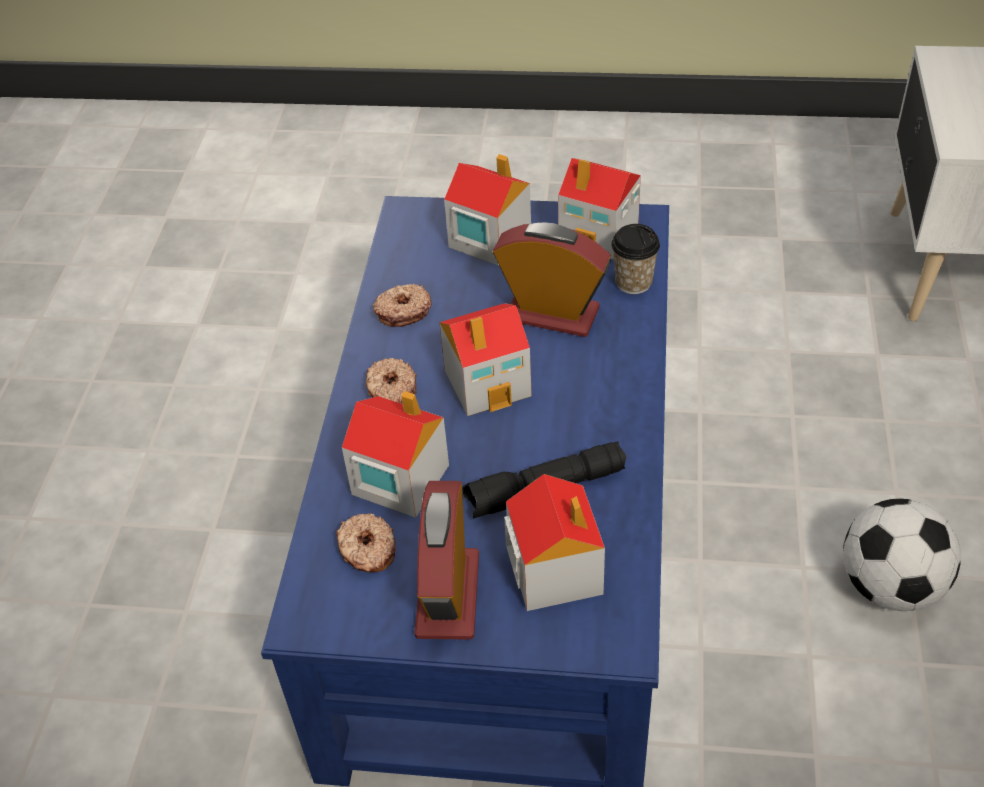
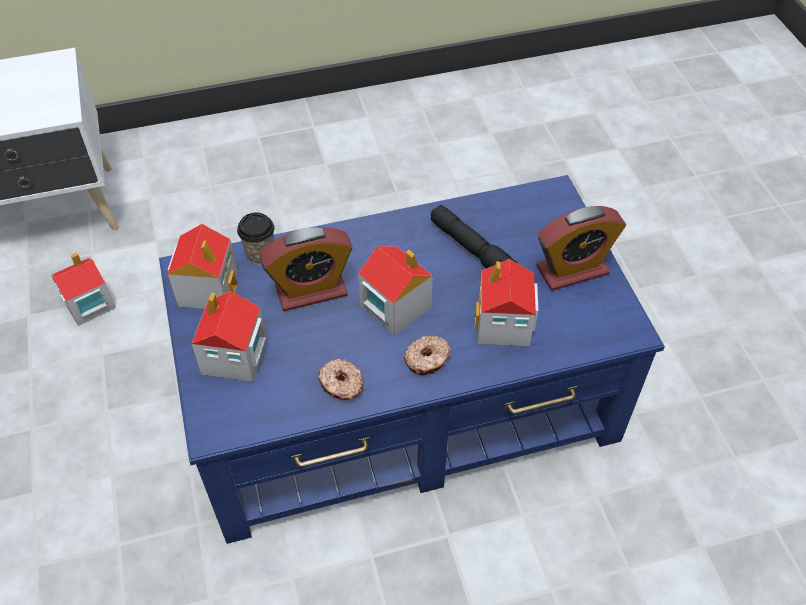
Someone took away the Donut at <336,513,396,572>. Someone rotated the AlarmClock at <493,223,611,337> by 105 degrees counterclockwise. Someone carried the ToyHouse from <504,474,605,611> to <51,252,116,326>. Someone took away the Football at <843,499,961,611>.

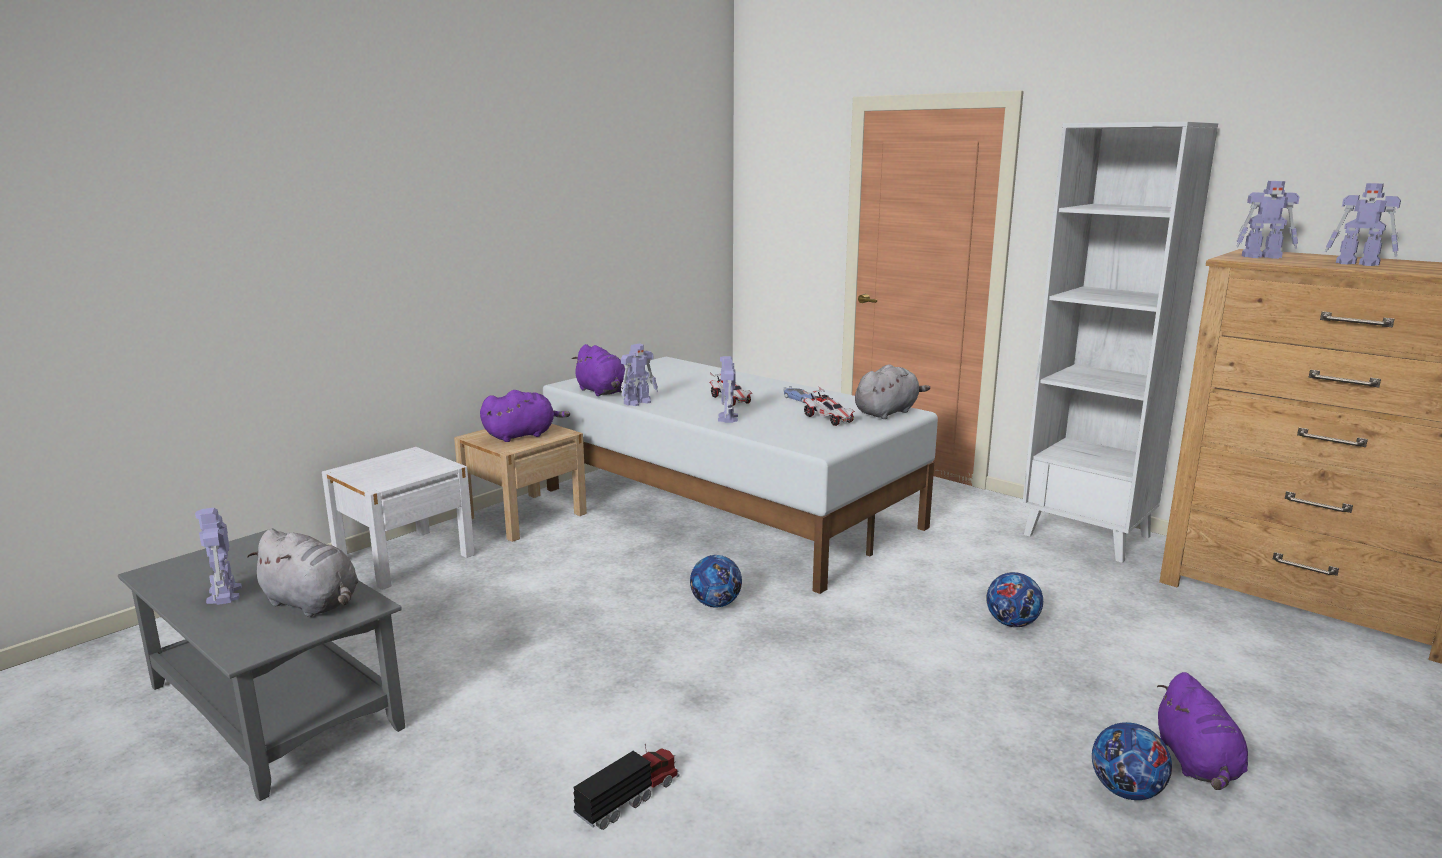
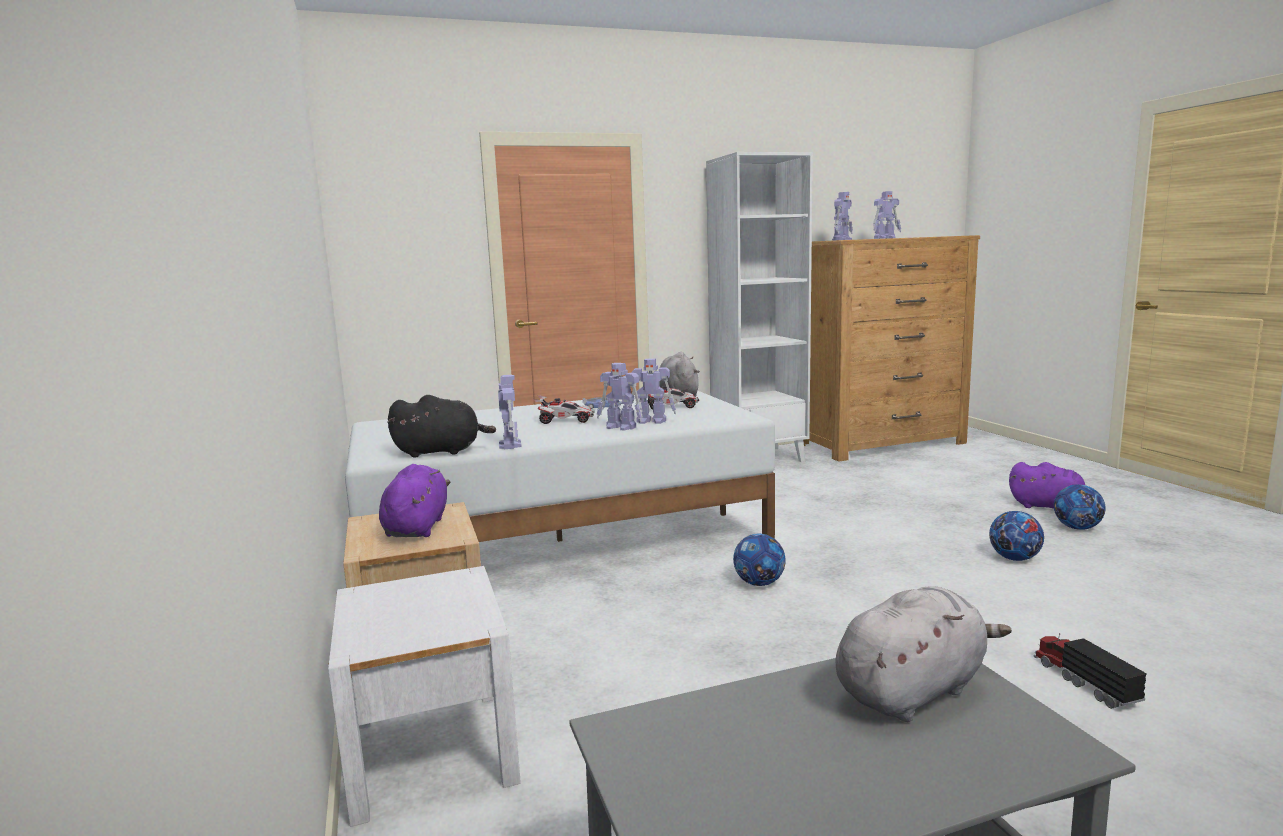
Someone carried the ToyRobot from <195,508,242,605> to <628,358,676,424>. Someone repainted the PurplePlushToy at <572,344,625,396>, which became the BlackPlushToy at <387,395,496,458>. Someone carried the Football from <986,572,1043,627> to <989,511,1044,561>.

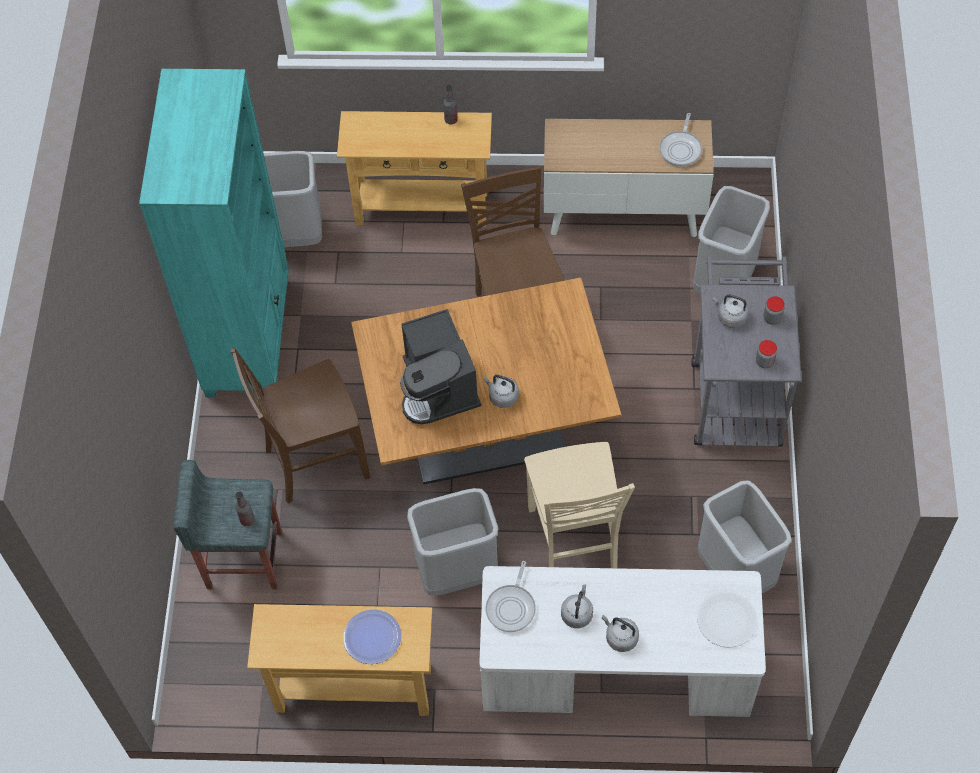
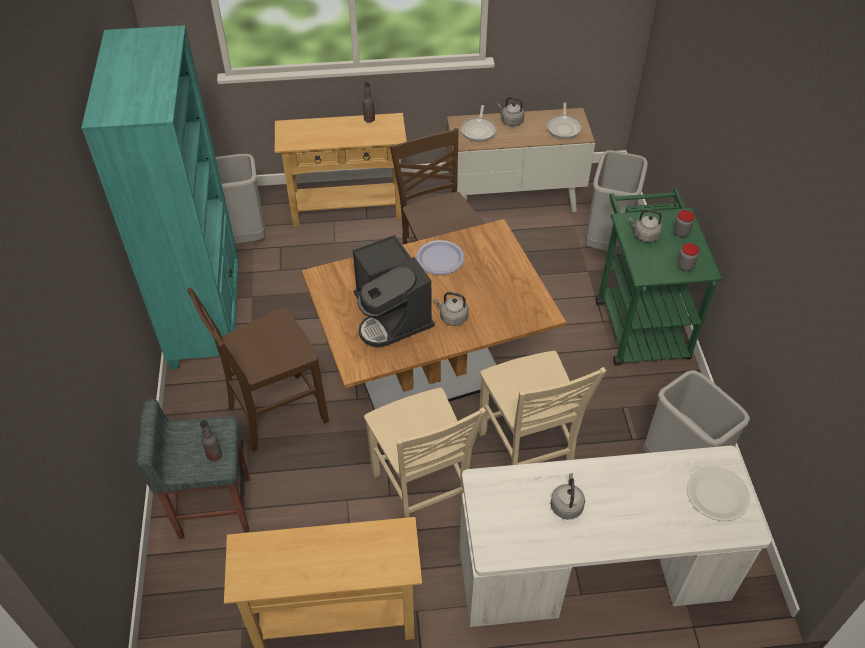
Someone carried the Plate from <343,609,401,664> to <416,240,465,275>. Someone swapped the GreyTrashCan at <407,488,499,596> for the BeigeChair at <364,388,486,518>. Someone carried the FryingPan from <485,561,536,632> to <461,105,497,142>. Someone carried the GreyKettle from <602,615,639,652> to <497,97,525,126>. Someone repainted the GreyCart at <691,256,802,447>, which became the GreenCart at <596,189,722,365>.

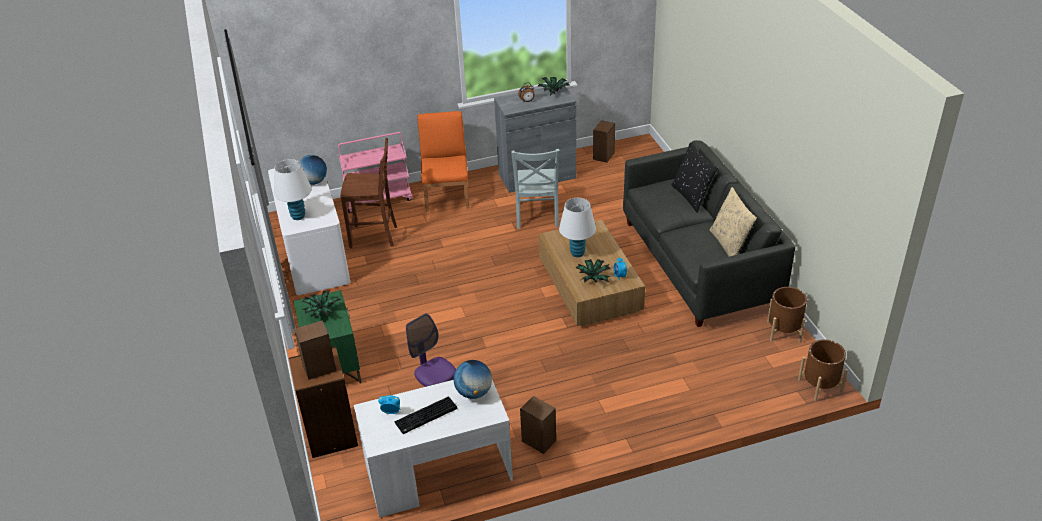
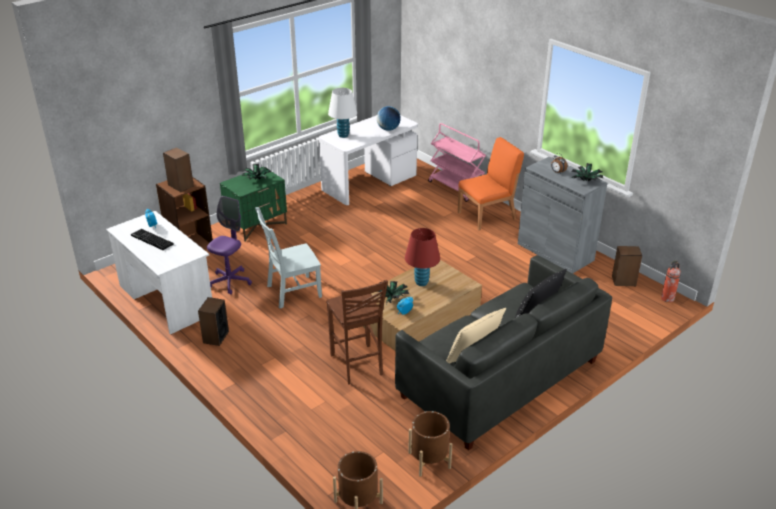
Someone carried the BrownChair from <341,138,397,248> to <326,280,388,385>. Someone took away the Globe at <453,360,492,399>. Someone carried the GreyChair from <511,149,560,229> to <255,207,322,309>. Someone repainted the WhiteTableLamp at <559,198,596,257>, which became the RedTableLamp at <405,228,440,286>. Someone put down the FireExtinguisher at <661,261,681,303>.

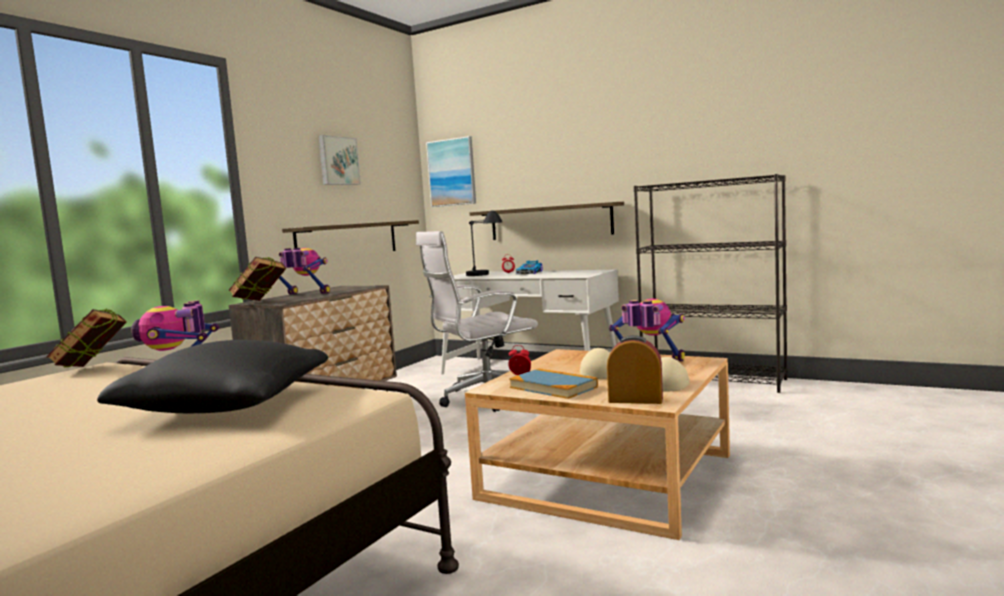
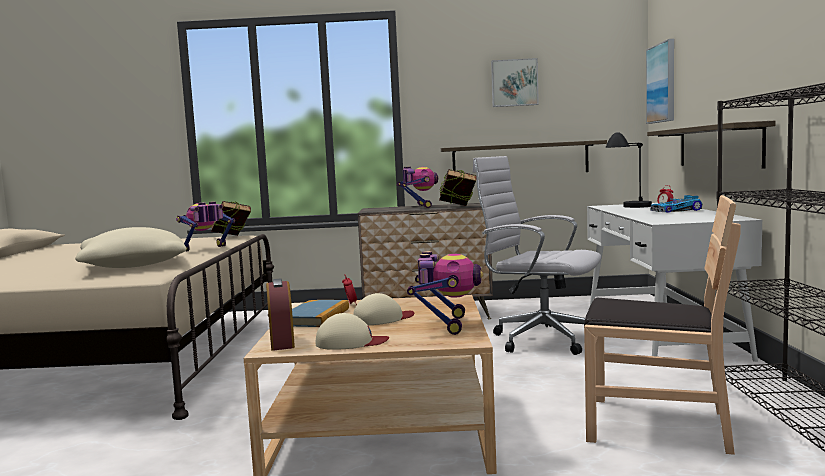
Someone repainted the BlackPillow at <97,340,328,413>, which became the BeigePillow at <75,227,186,268>. Someone carried the Book from <228,257,286,301> to <439,169,477,206>. Someone put down the BrownChair at <584,195,741,455>.

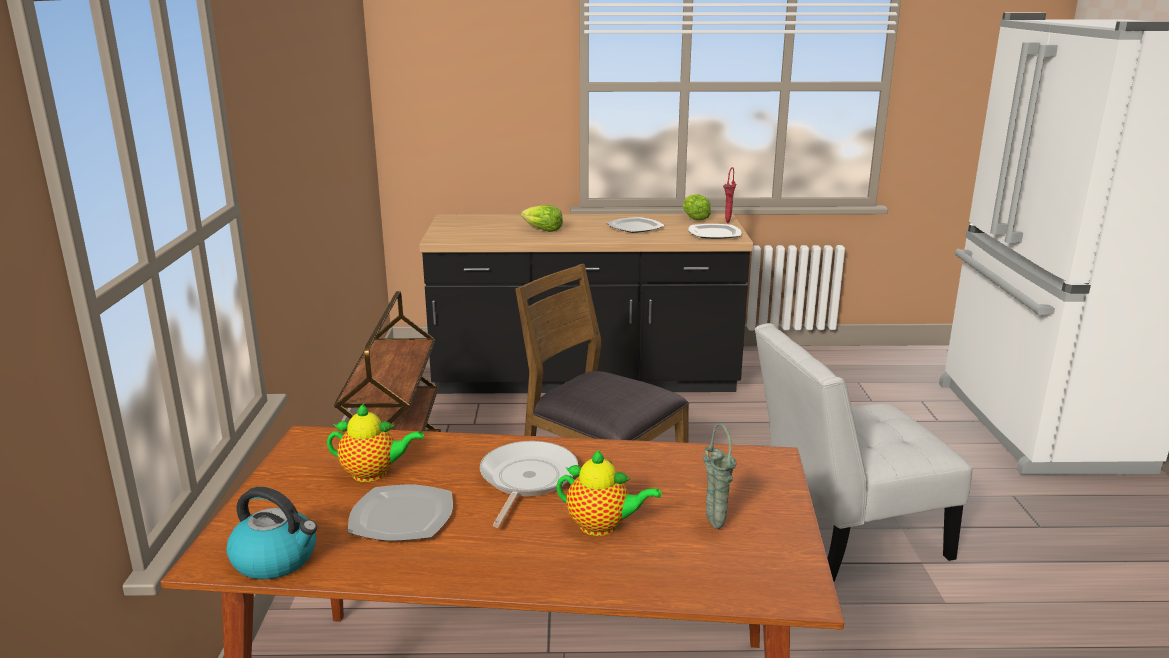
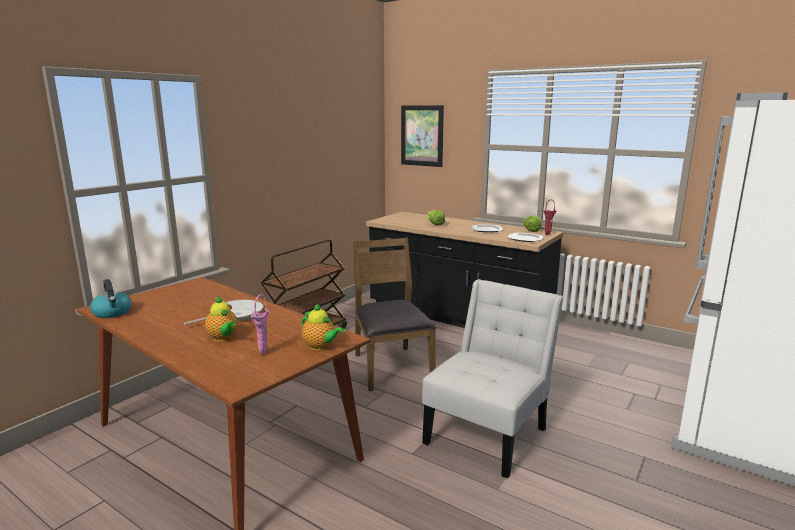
Someone carried the Teapot from <327,404,424,482> to <301,304,345,351>. Someone took away the Plate at <348,485,453,541>. Someone repainted the GreenVase at <702,423,737,529>, which became the PinkVase at <251,294,269,355>. Someone rotated the WhiteChair at <755,323,972,582> by 105 degrees clockwise. Someone put up the Picture at <401,105,444,167>.

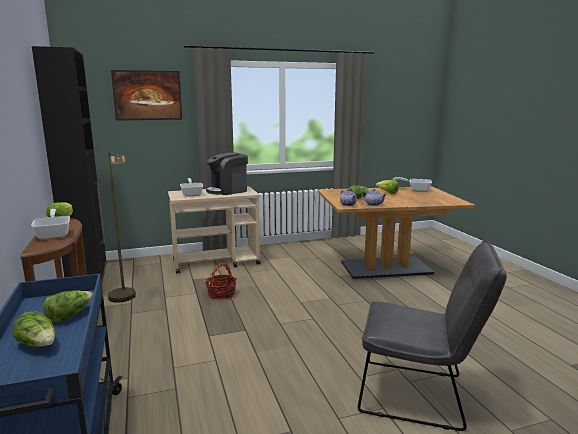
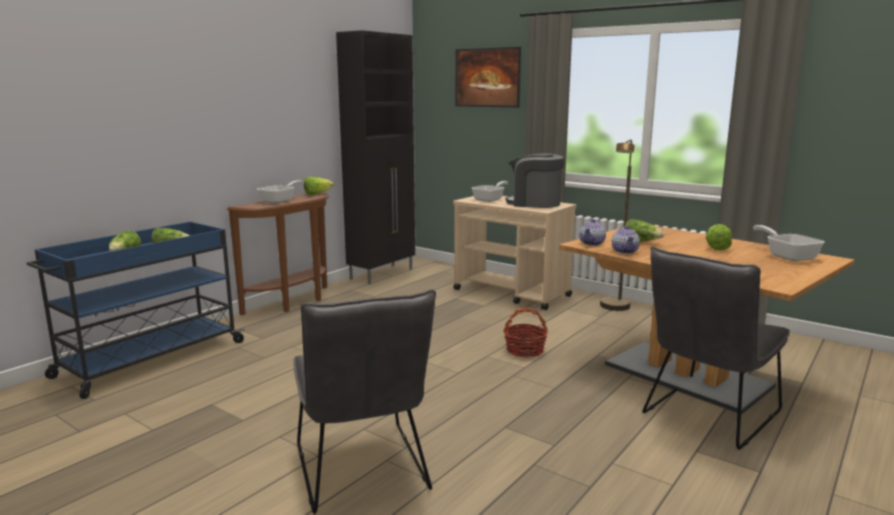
Someone carried the BrownFloorLamp from <108,151,136,303> to <600,140,635,311>. Someone carried the Basket from <205,263,237,300> to <503,307,548,358>. Someone put down the GreyChair at <642,247,790,450>.

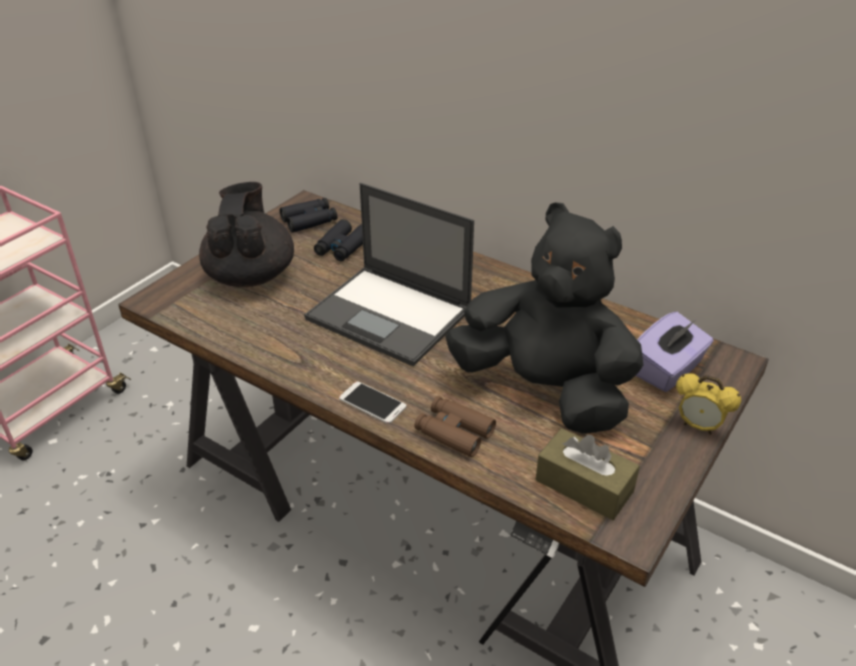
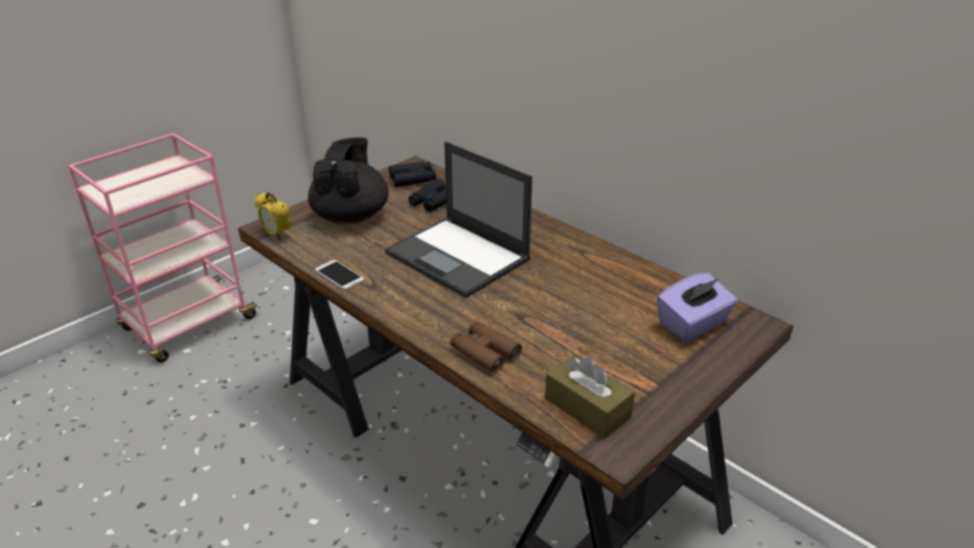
Someone carried the Phone from <339,381,406,424> to <315,260,364,290>. Someone took away the BlackPlushToy at <445,202,643,434>. Someone carried the AlarmClock from <676,373,741,435> to <255,192,291,240>.

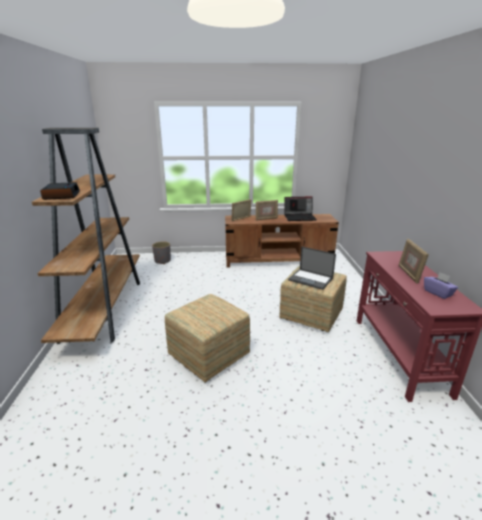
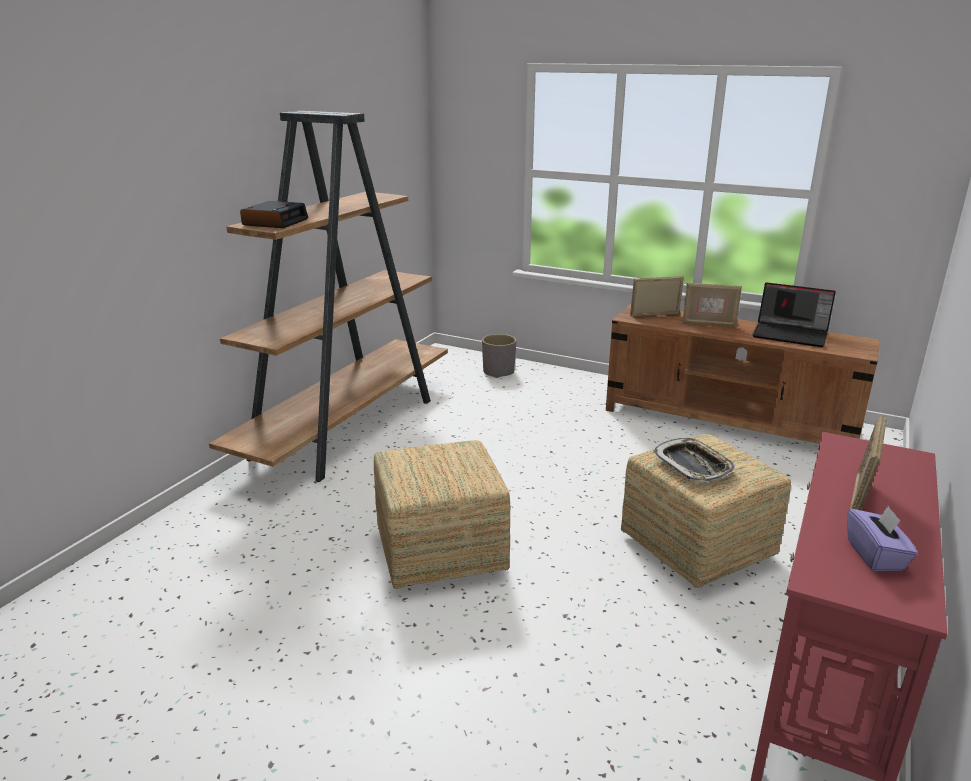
Someone swapped the Laptop at <288,246,336,290> for the Tray at <653,438,736,483>.

